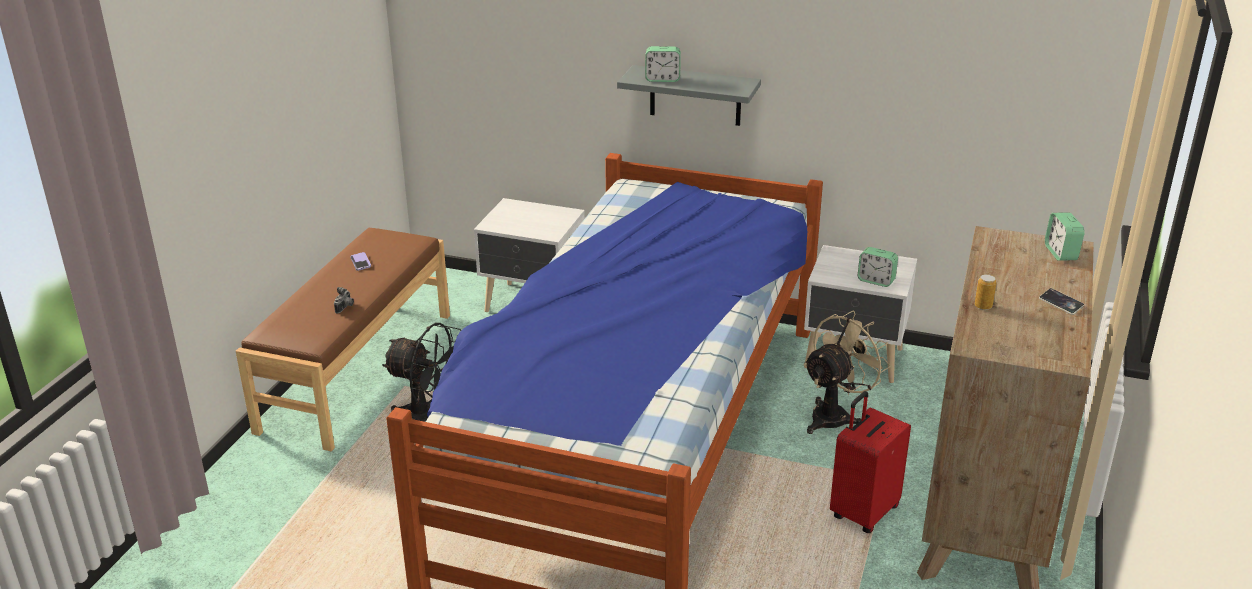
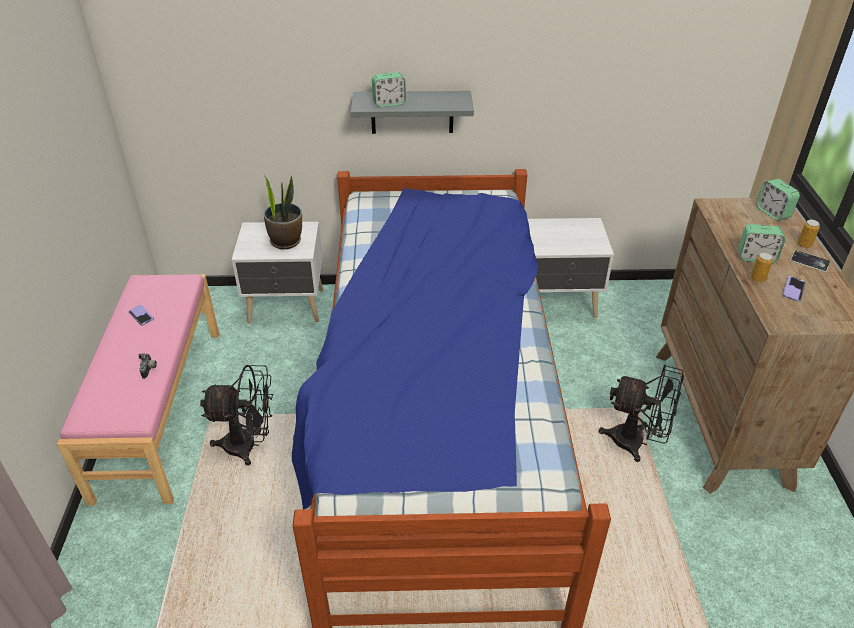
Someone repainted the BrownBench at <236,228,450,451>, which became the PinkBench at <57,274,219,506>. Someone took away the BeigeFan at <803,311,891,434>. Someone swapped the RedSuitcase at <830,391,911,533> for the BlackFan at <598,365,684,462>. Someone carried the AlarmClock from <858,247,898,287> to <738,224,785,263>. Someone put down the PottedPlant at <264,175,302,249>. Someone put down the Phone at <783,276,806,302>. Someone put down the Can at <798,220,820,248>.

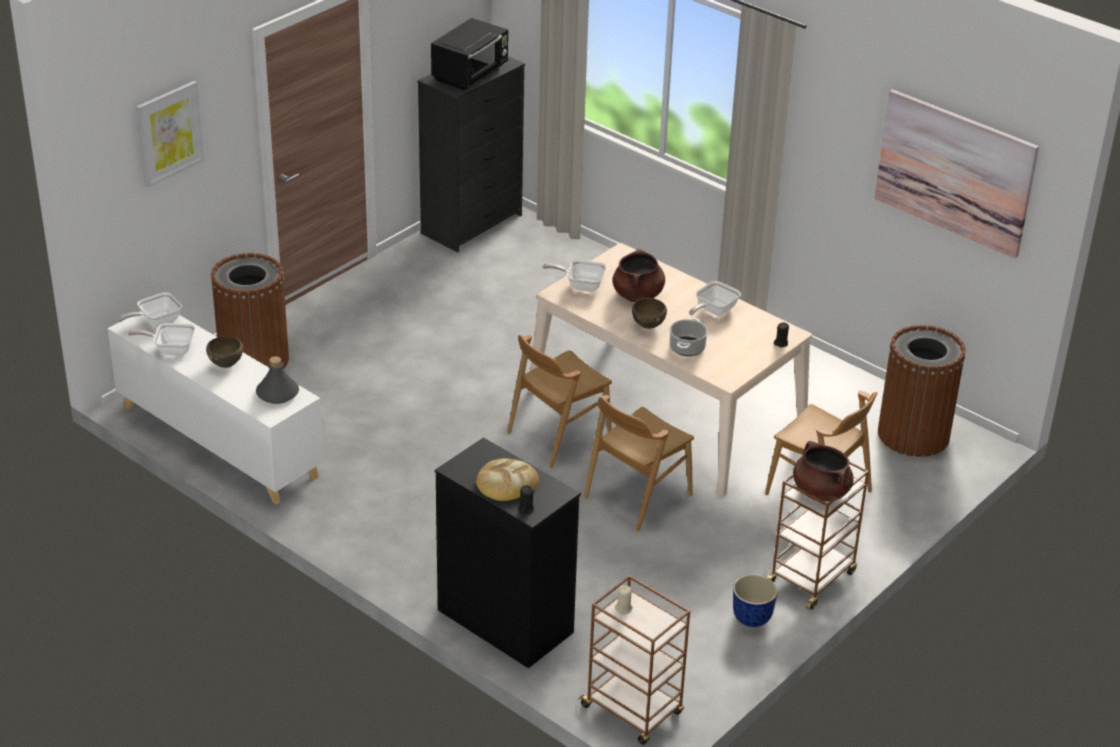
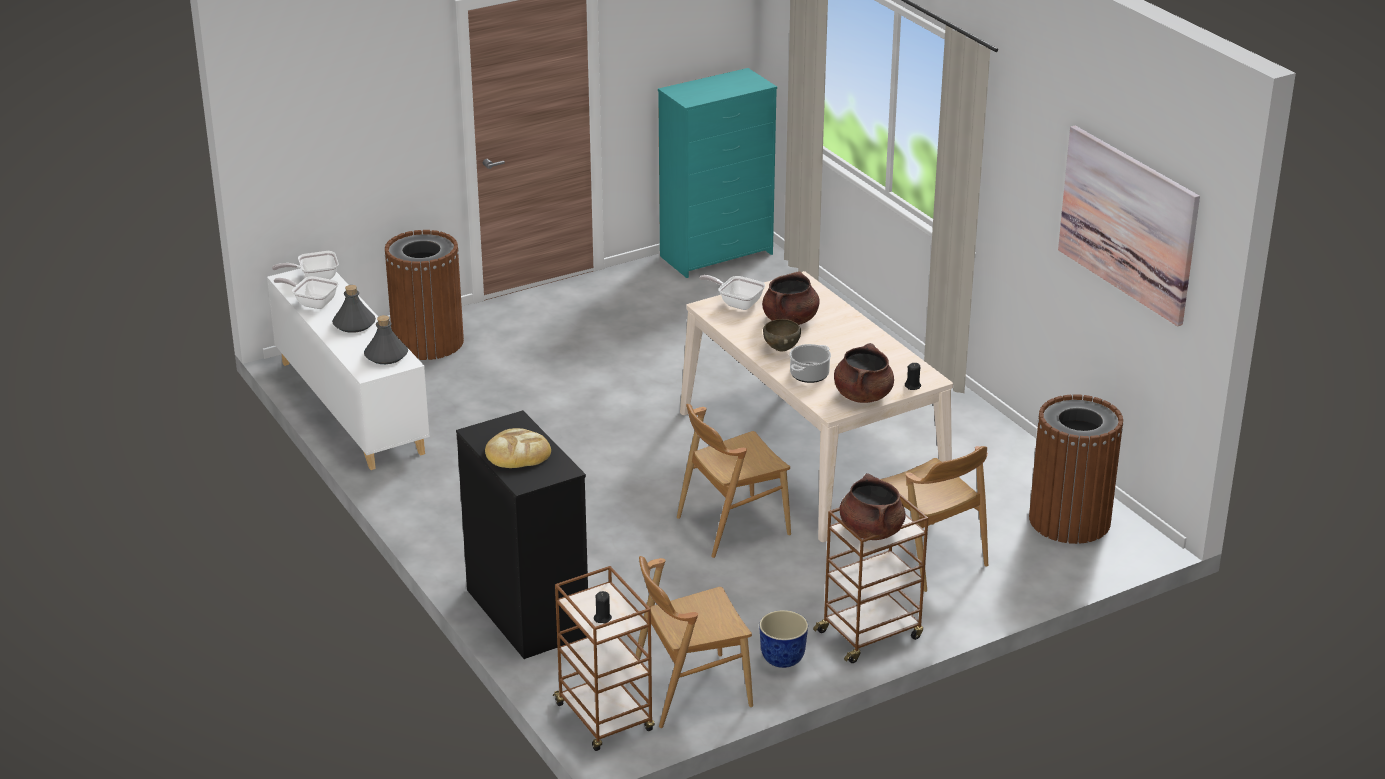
Someone took away the Picture at <136,81,204,188>. Someone swapped the BrownBowl at <206,336,243,368> for the GreyBottle at <332,285,376,333>. Someone repainted the BlackDresser at <417,56,525,252>, which became the TurquoiseDresser at <658,68,777,278>. Someone took away the BlackMicrowave at <431,18,508,90>. Someone carried the BrownChair from <507,335,612,468> to <636,556,753,728>. Someone carried the BlackCandle from <518,485,534,514> to <594,591,612,623>. Someone took away the BeigeCandle at <615,586,633,614>. Someone took away the FryingPan at <689,281,741,316>. Someone put down the BrownCookingPot at <834,343,894,403>.

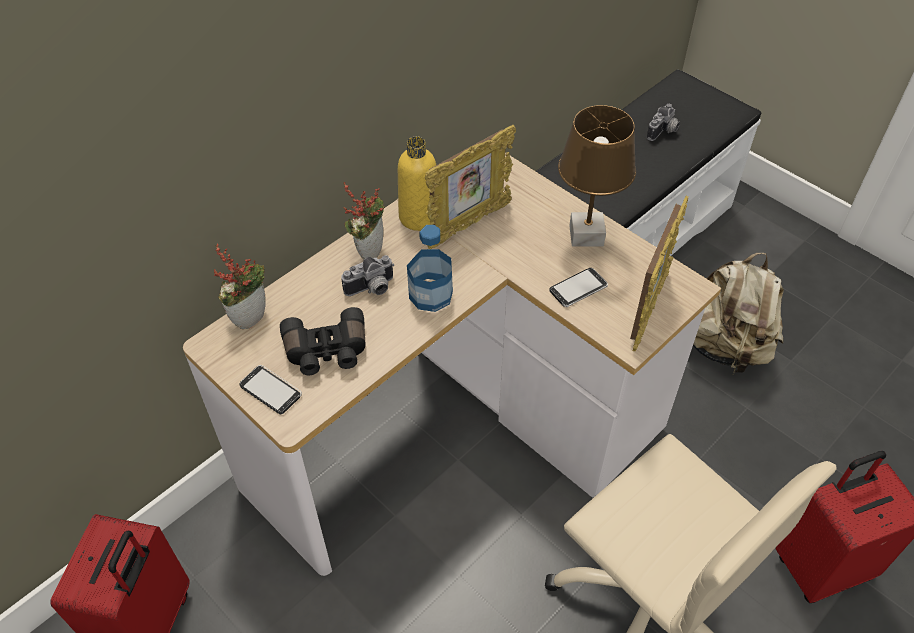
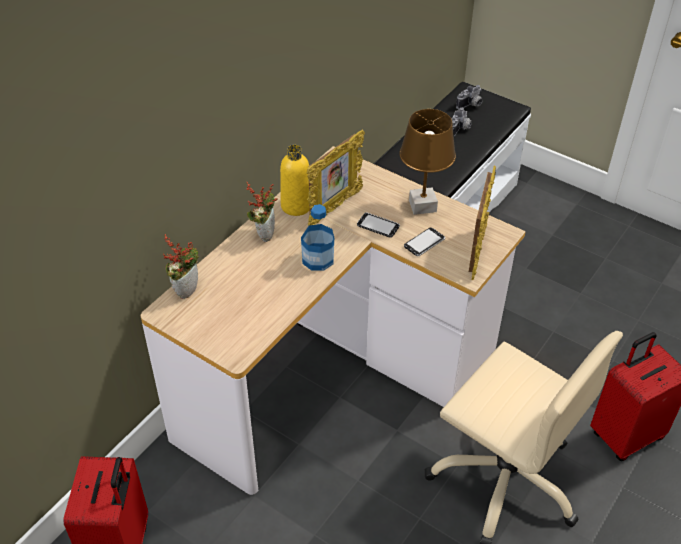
Someone carried the Phone from <239,365,302,414> to <357,212,400,238>. Someone took away the BlackBinoculars at <280,307,366,375>. Someone carried the PhotoCamera from <341,255,394,296> to <456,85,483,109>. Someone took away the BeigeBackpack at <693,253,784,373>.

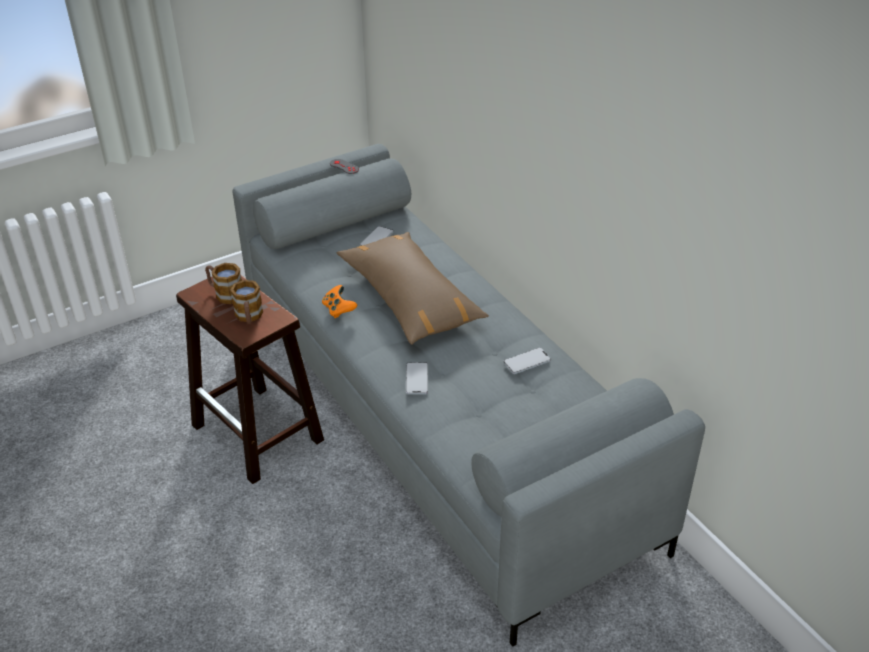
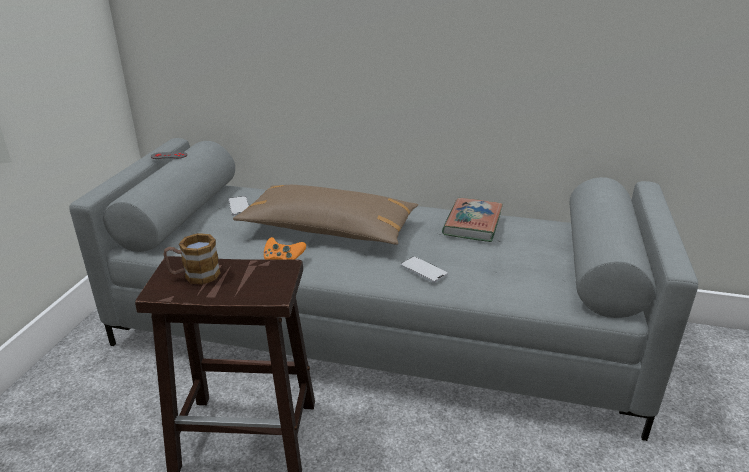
Someone took away the Mug at <230,280,263,324>. Someone swapped the Phone at <503,347,551,374> for the Book at <442,198,503,242>.

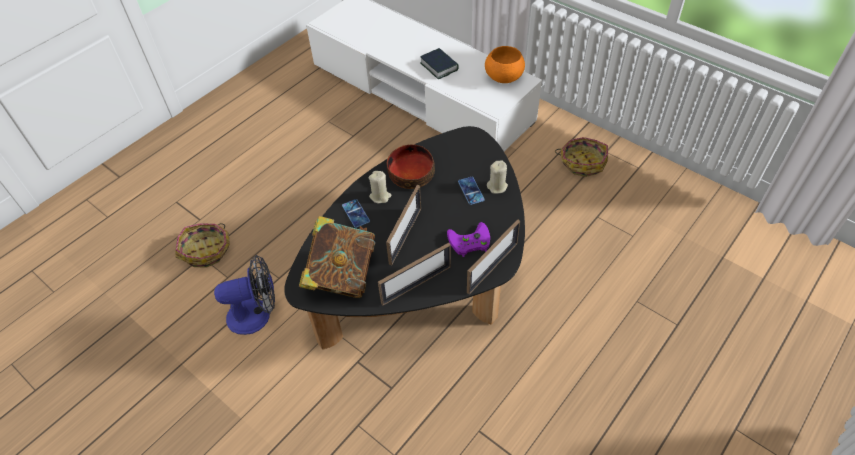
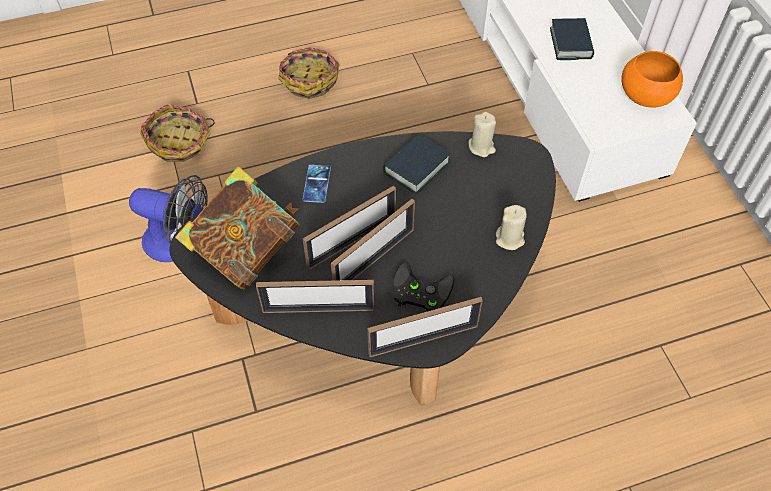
Someone carried the BeigeCandle from <369,171,391,203> to <468,112,496,157>. Someone swapped the Bowl at <387,144,435,189> for the Book at <383,134,451,194>. Someone repainted the PurpleGameController at <447,222,490,257>, which became the BlackGameController at <393,262,454,311>. Someone took away the Phone at <458,177,485,205>. Someone carried the Basket from <555,137,608,177> to <279,47,340,99>. Someone put down the PictureFrame at <331,199,415,281>.

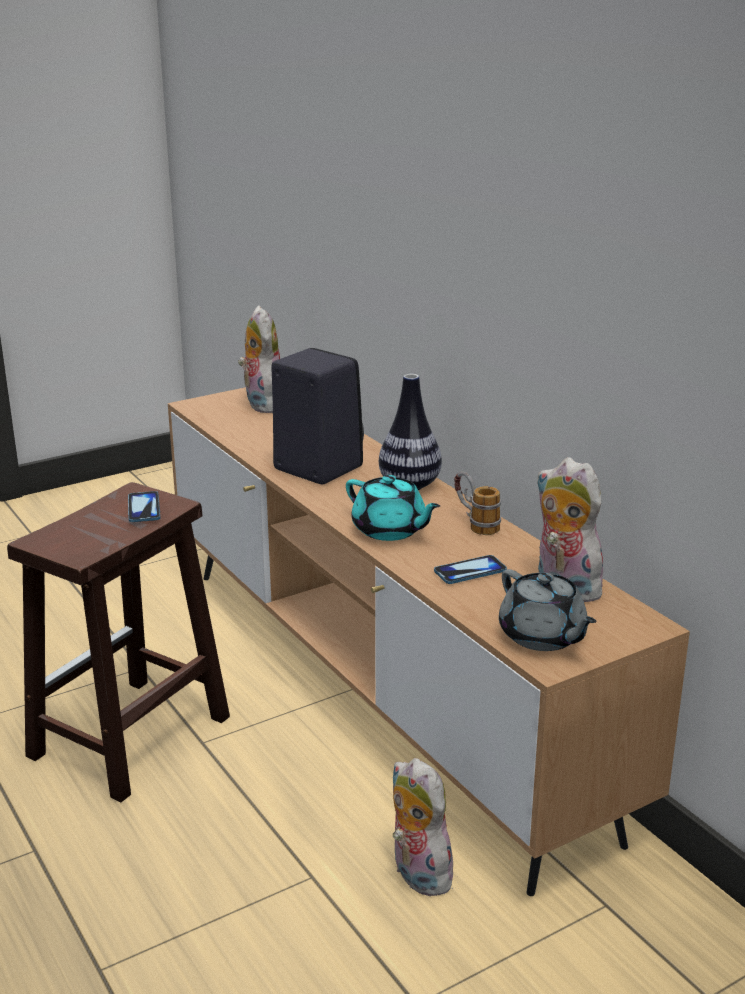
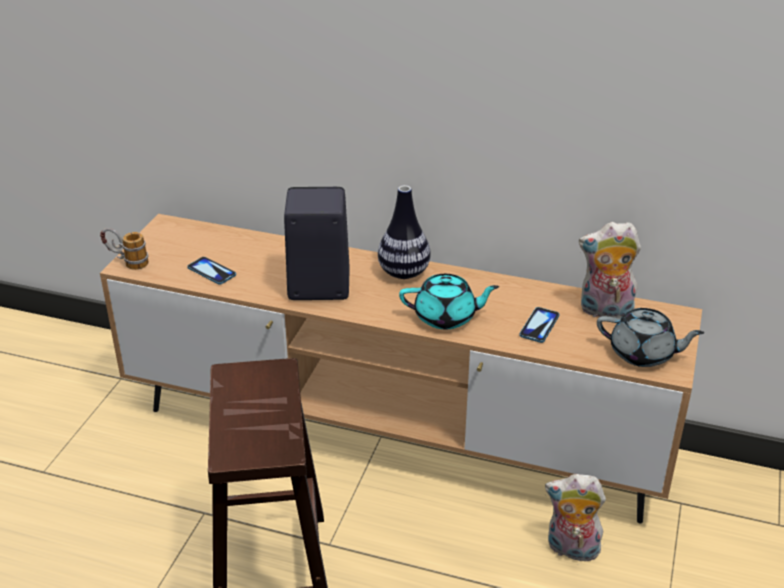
Someone carried the Phone from <128,491,160,522> to <187,257,236,284>. Someone took away the PlushToy at <238,306,280,413>. Someone carried the Mug from <454,472,501,535> to <100,228,149,270>.

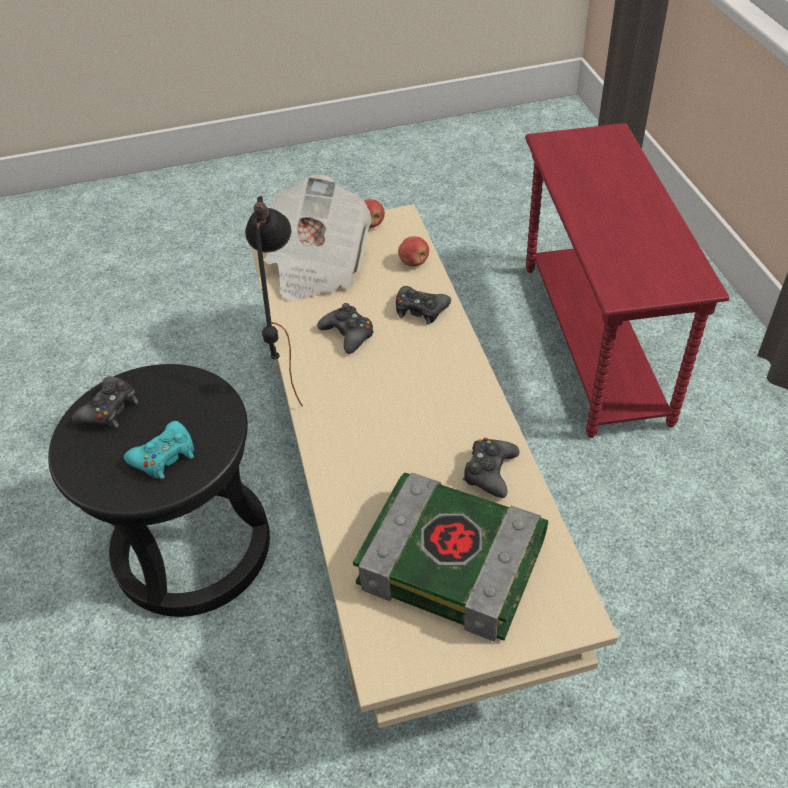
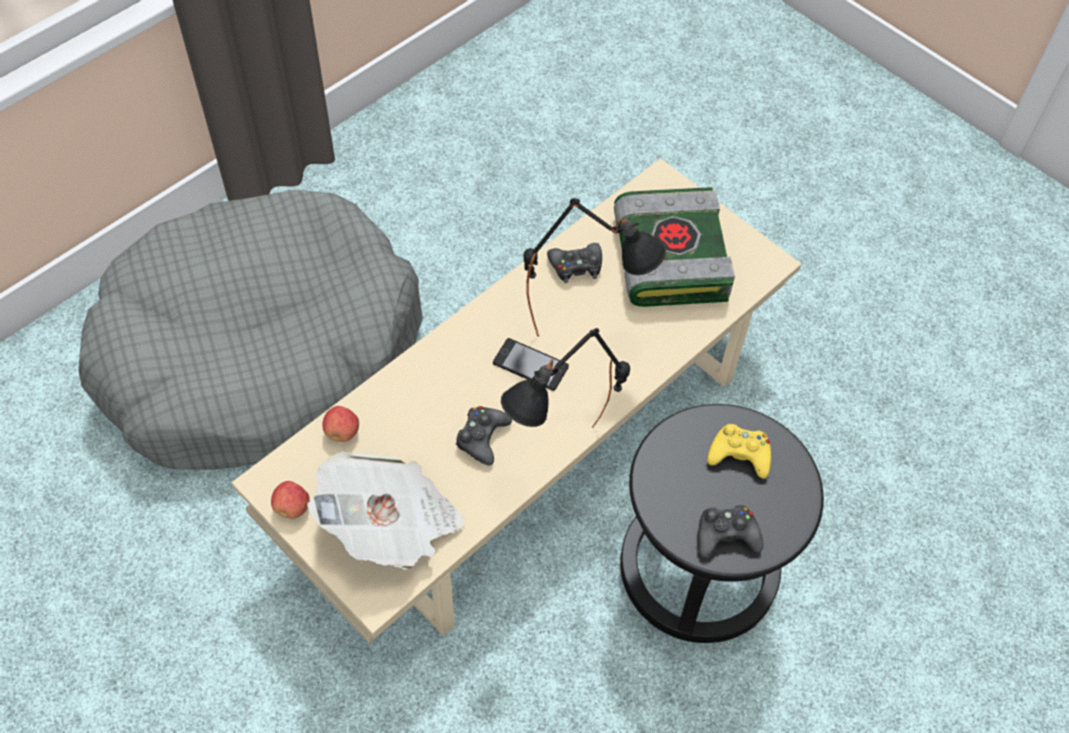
Someone repainted the TurquoiseGameController at <124,421,194,479>, which became the YellowGameController at <707,424,771,478>. Someone took away the BlackGameController at <396,286,451,324>. Someone swapped the RedSideTable at <525,123,729,438> for the GreyDogBed at <78,190,423,470>. Someone put down the Phone at <493,338,569,391>. Someone put down the BlackTableLamp at <523,198,666,337>.

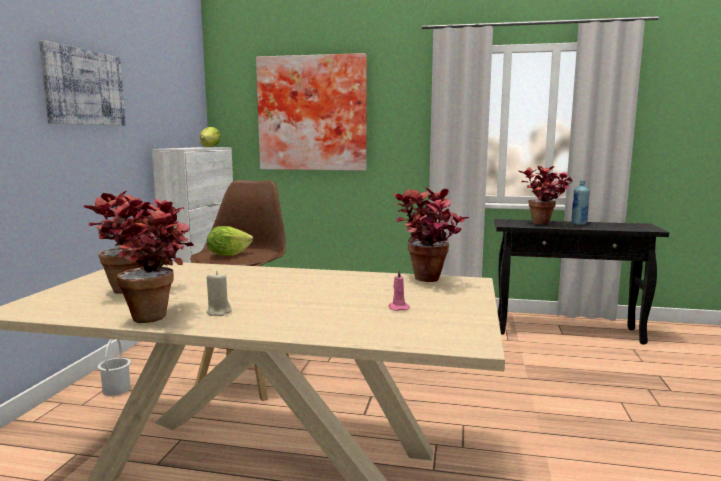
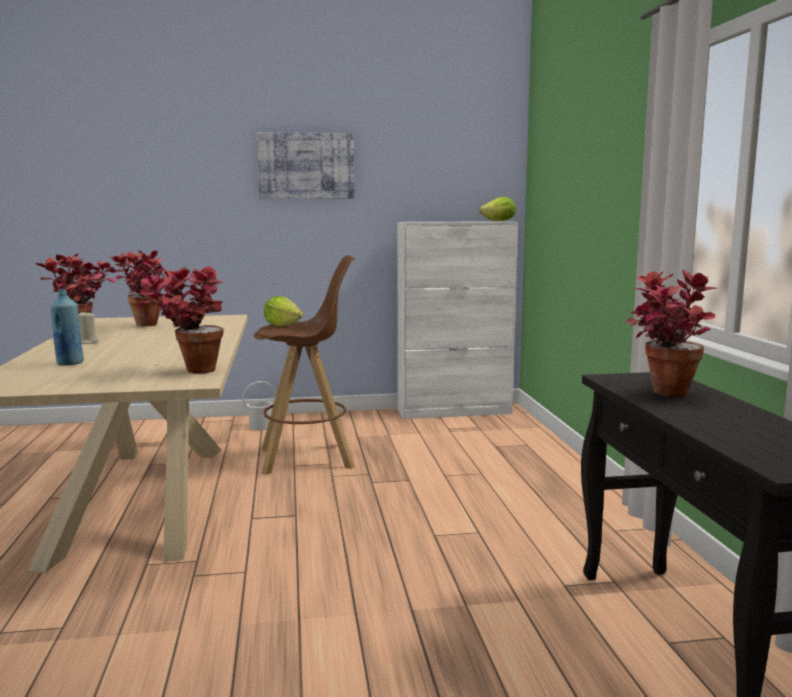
Someone took away the Picture at <256,53,367,171>. Someone took away the PinkCandle at <389,269,410,311>. Someone carried the BlueBottle from <571,181,590,225> to <50,289,84,365>.

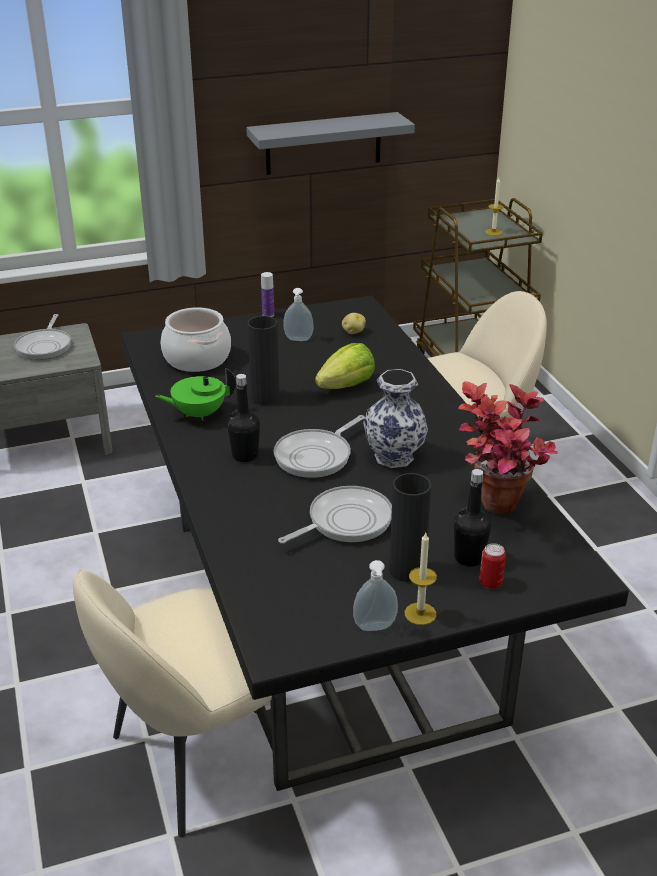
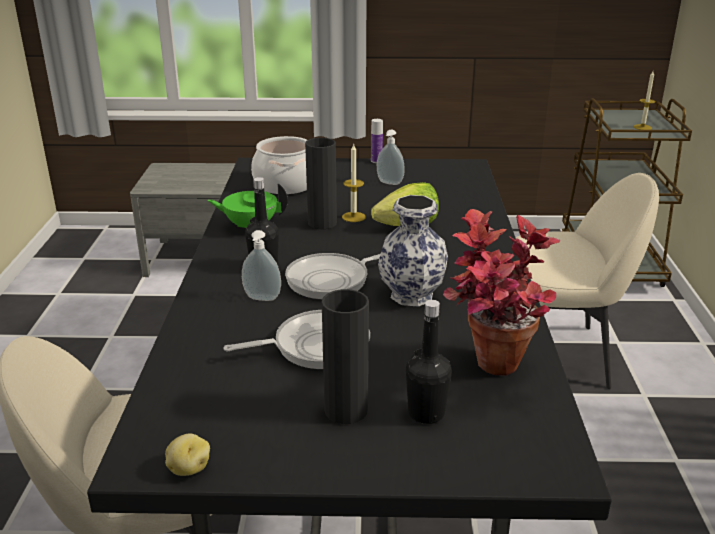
Someone took away the FryingPan at <14,314,71,360>. Someone took away the GreyShelf at <246,112,415,175>. Someone carried the Potato from <342,313,366,334> to <165,433,210,476>. Someone carried the SoapDispenser from <353,560,398,631> to <242,230,281,301>. Someone carried the Candle from <405,533,437,625> to <342,143,366,222>. Someone took away the Can at <479,543,506,589>.

